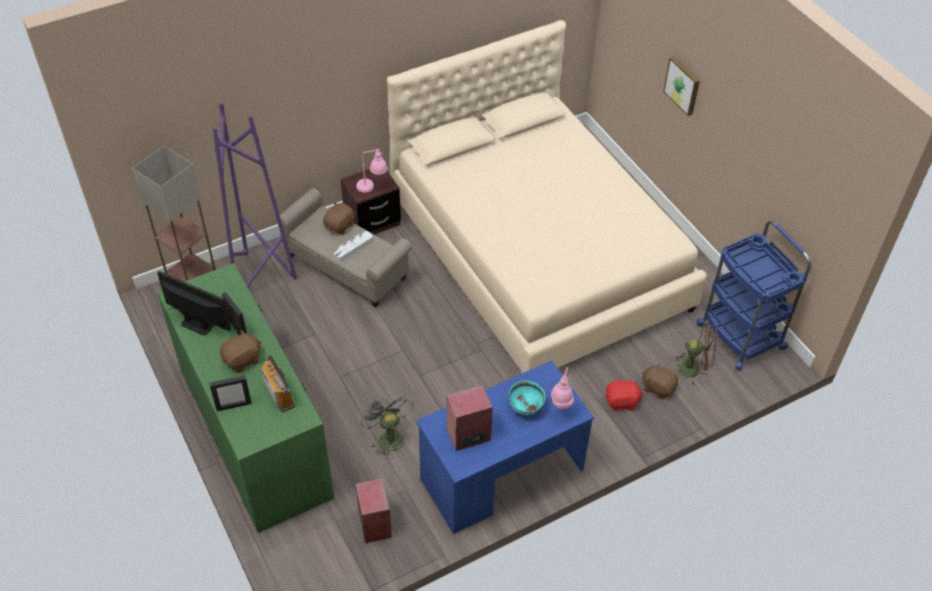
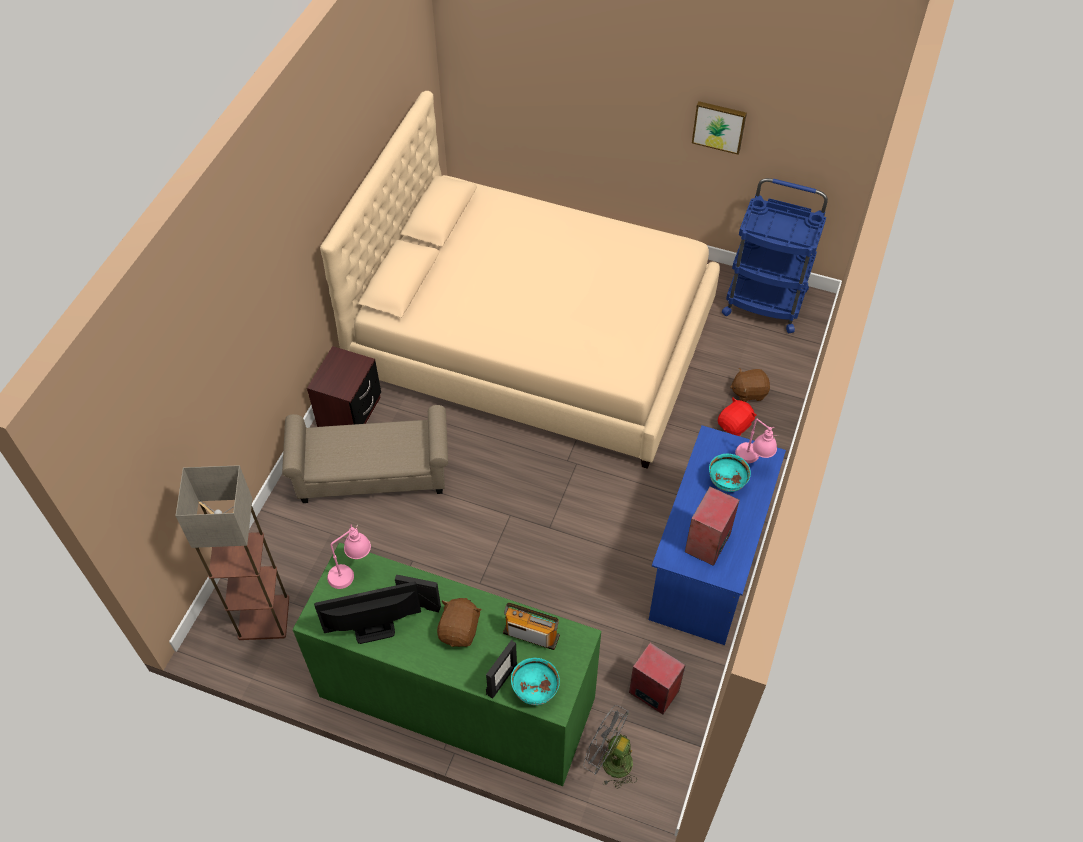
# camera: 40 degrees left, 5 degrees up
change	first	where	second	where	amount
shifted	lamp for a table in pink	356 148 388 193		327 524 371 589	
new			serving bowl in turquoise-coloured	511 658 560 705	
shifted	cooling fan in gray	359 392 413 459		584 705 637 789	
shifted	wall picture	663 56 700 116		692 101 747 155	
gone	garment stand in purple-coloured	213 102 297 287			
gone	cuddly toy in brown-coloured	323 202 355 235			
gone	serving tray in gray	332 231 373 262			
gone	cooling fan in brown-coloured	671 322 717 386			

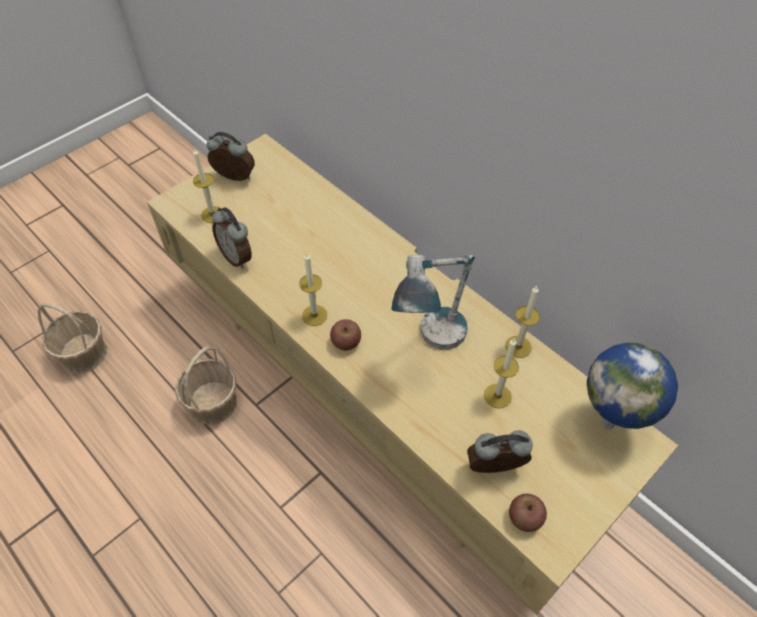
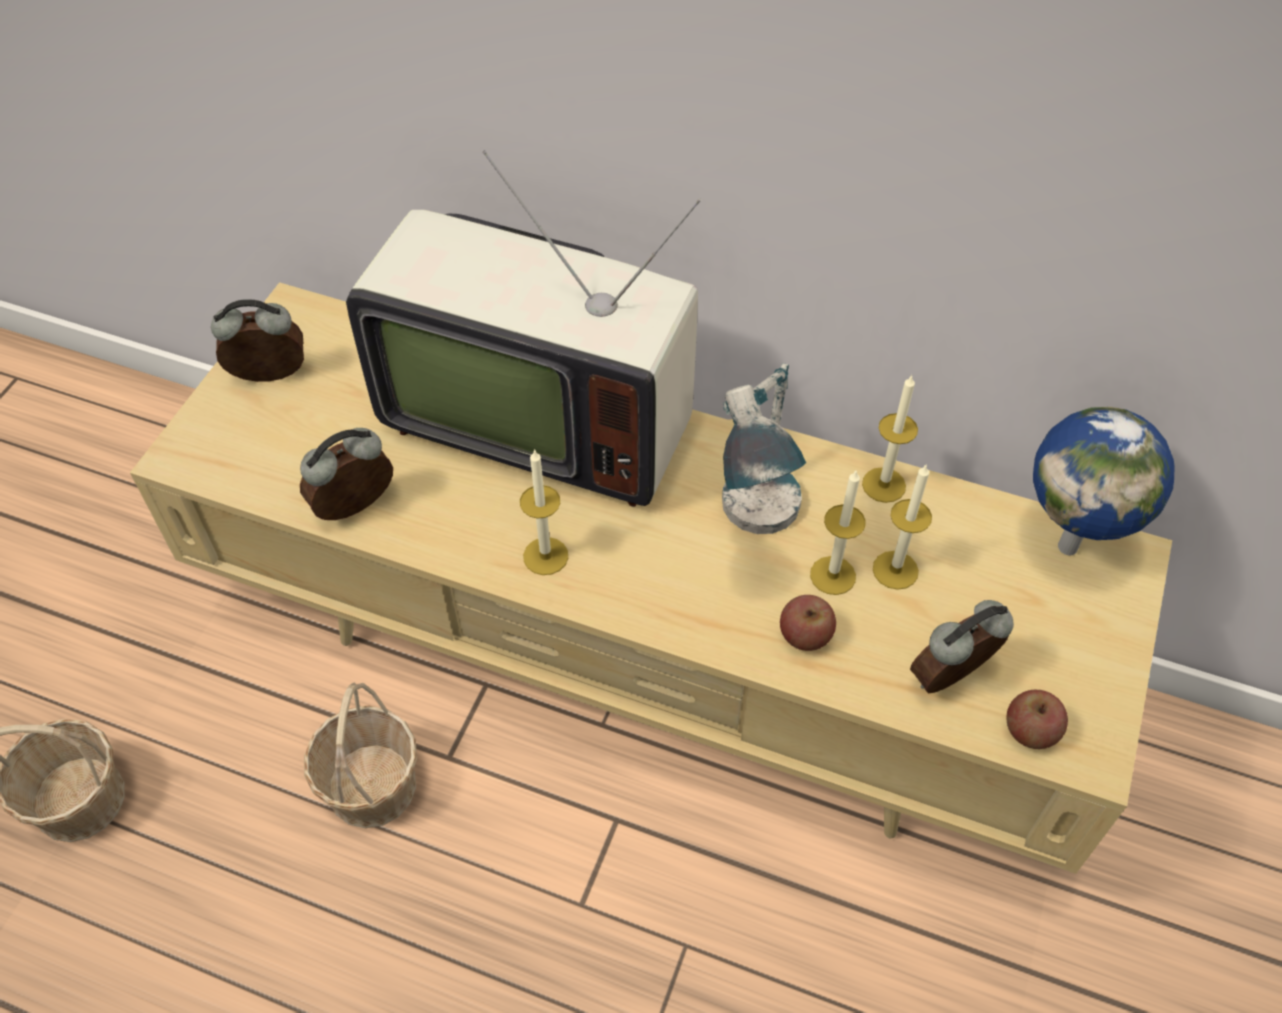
# camera: 25 degrees left, 0 degrees up
change	first	where	second	where	amount
rotated	bedside clock	212 207 252 269		300 428 393 520	120 degrees clockwise
new			TV set	346 150 701 507	
shifted	whole apple	330 319 361 350		780 595 836 651	
shifted	wax light	193 148 222 223		810 471 866 595	

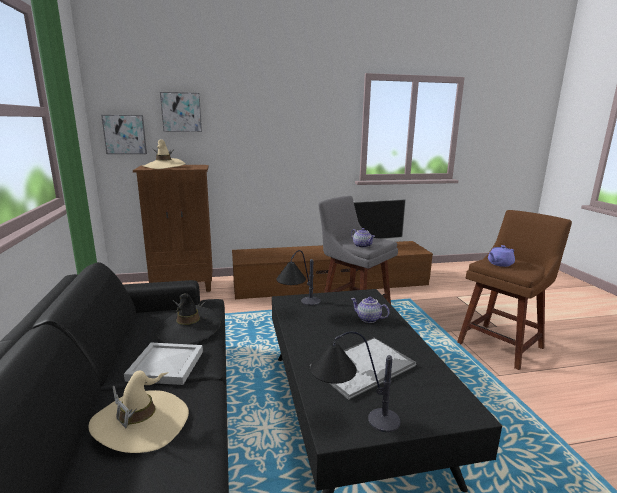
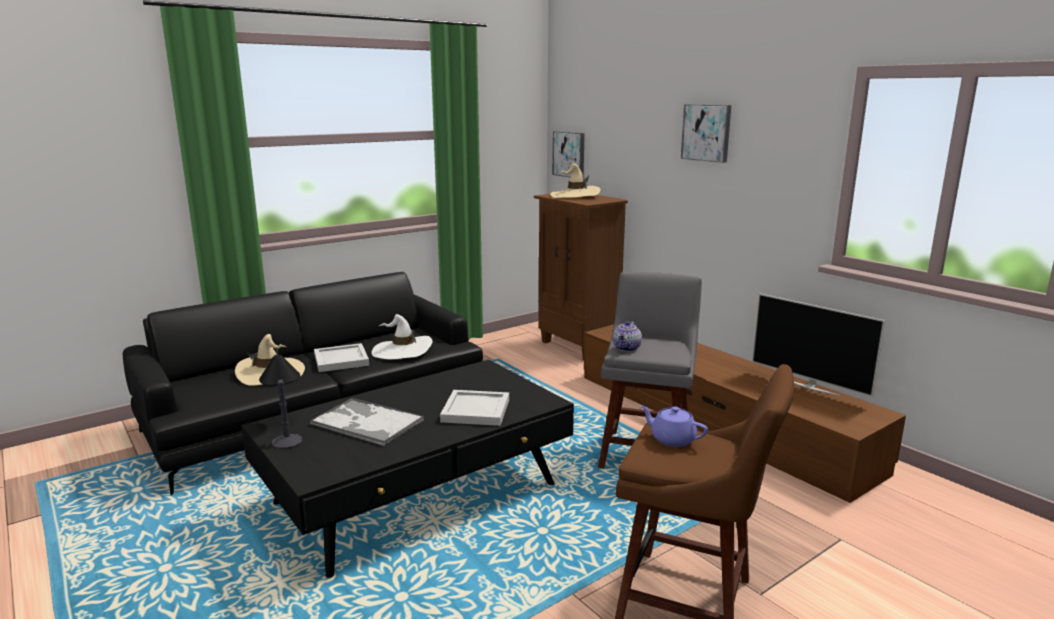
# camera: 65 degrees right, 0 degrees up
change	first	where	second	where	amount
repainted	clothing hat in black-coloured	155 293 221 344	clothing hat in whitish	372 314 433 359	
swapped	pot for tea	351 297 390 323	serving tray in whitish	440 390 509 426	
shifted	wall picture	160 92 202 132		681 104 731 163	
gone	lamp for a table	277 250 321 306			

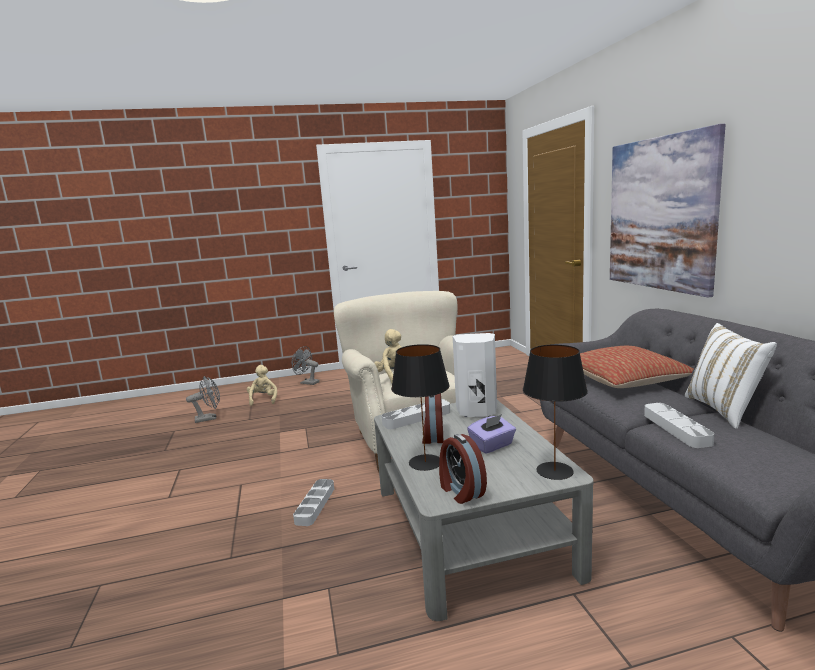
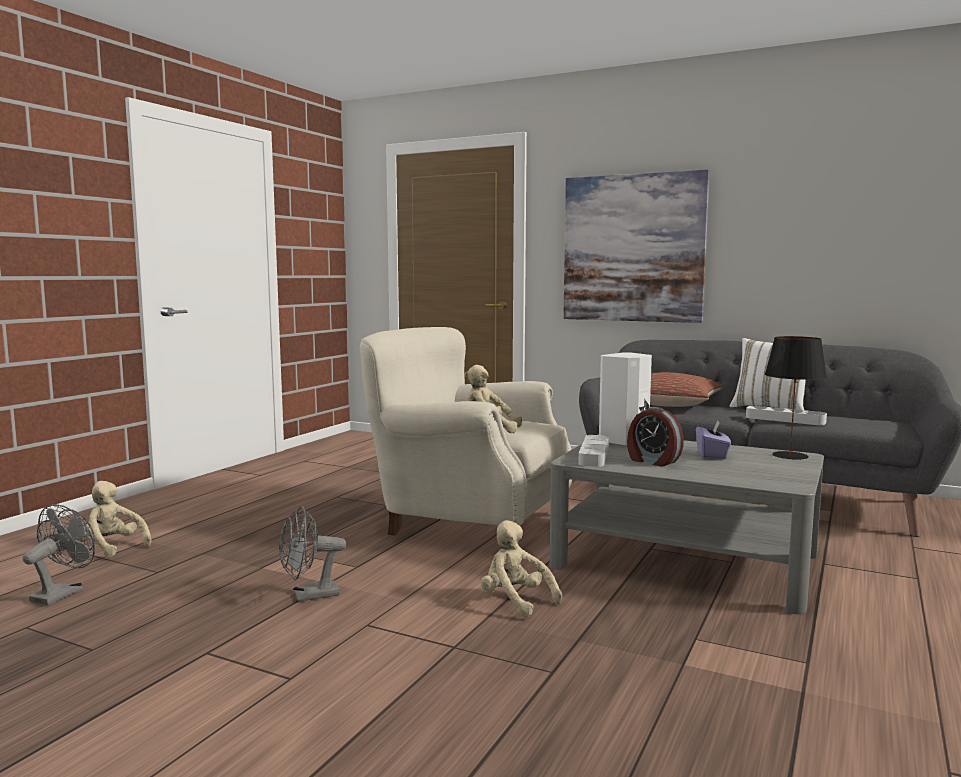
# camera: 50 degrees left, 5 degrees down
change	first	where	second	where	amount
shifted	cooling fan in gray	292 346 320 385		279 506 346 602	
swapped	serving tray in gray	293 479 334 526	cuddly toy in beige-coloured	481 520 562 618	
gone	lamp for a table in black-coloured	391 344 450 471			
gone	bedside clock	439 434 487 504			

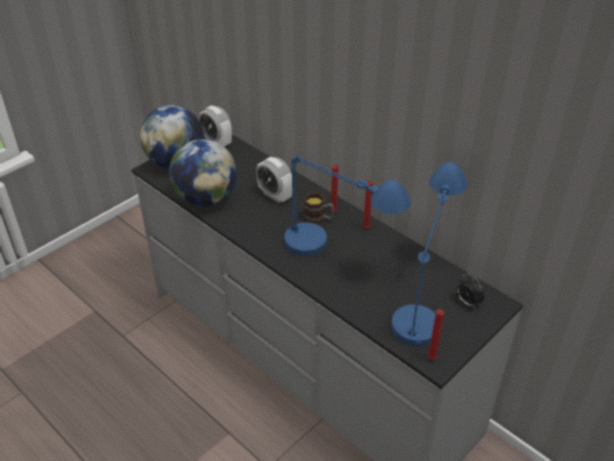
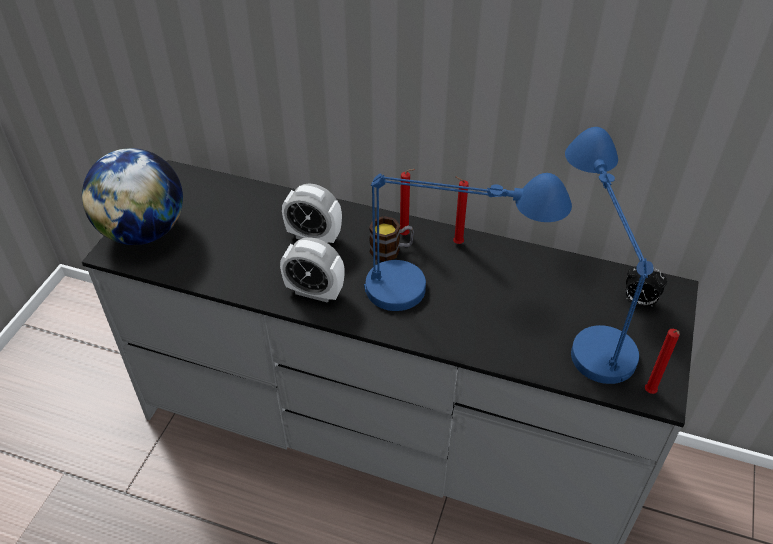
# camera: 25 degrees left, 5 degrees up
change	first	where	second	where	amount
shifted	bedside clock	199 106 232 146		280 237 345 303	
gone	globe	169 139 237 207			

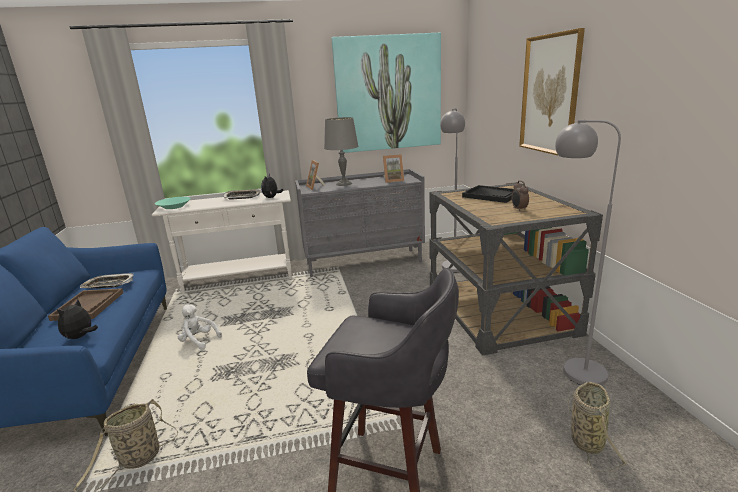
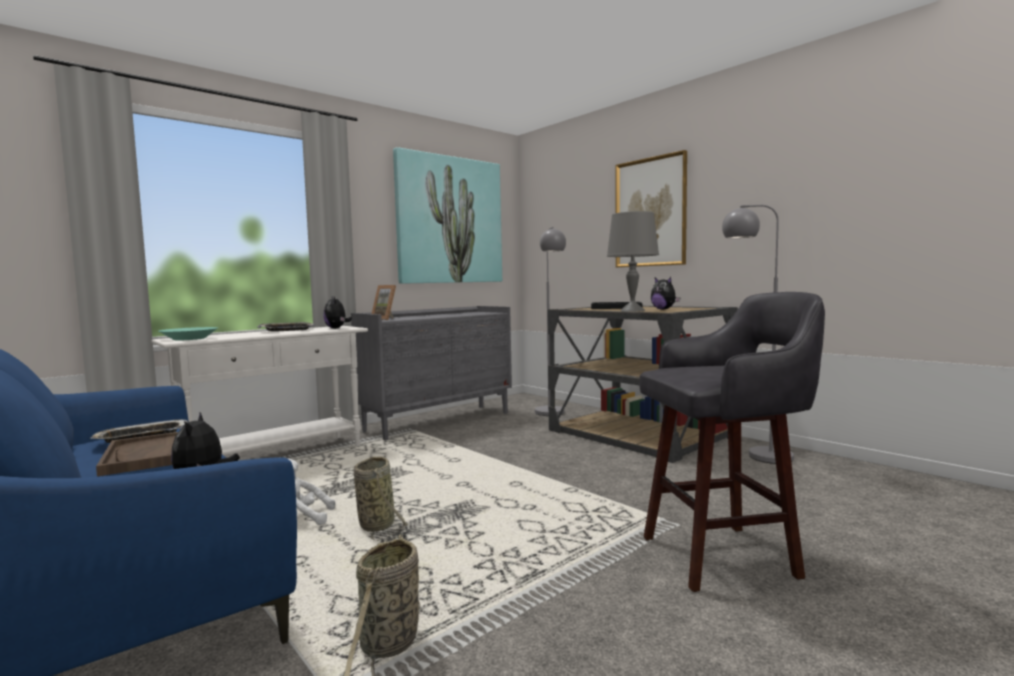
# camera: 30 degrees left, 15 degrees down
change	first	where	second	where	amount
shifted	household basket	568 382 627 472		354 456 408 541	
shifted	lamp for a table in gray	324 117 359 186		607 211 659 312	
swapped	bedside clock	512 180 529 211	cuddly toy	651 277 680 310	
gone	standing frame	383 154 404 183			

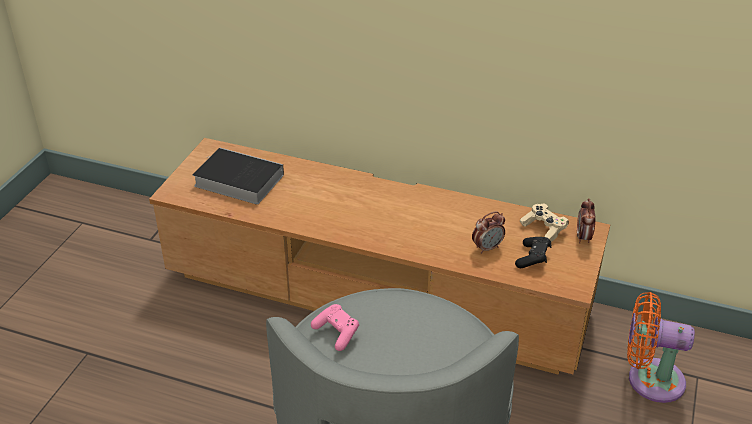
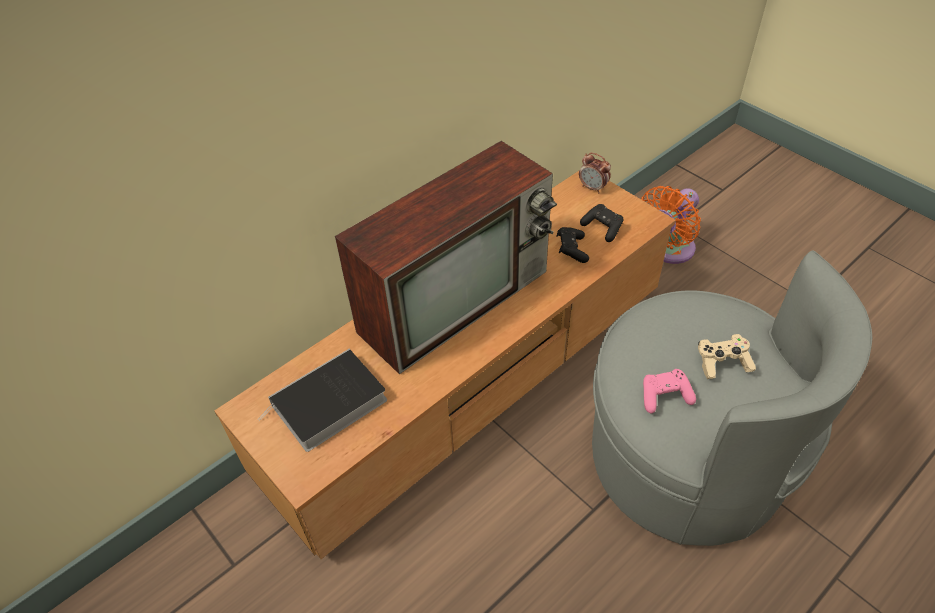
# camera: 60 degrees left, 10 degrees up
change	first	where	second	where	amount
new			TV set	335 141 557 374	
swapped	bedside clock	472 211 505 254	game controller in black-coloured	556 227 589 263	
shifted	game controller in beige-coloured	520 203 569 242		698 334 756 379	

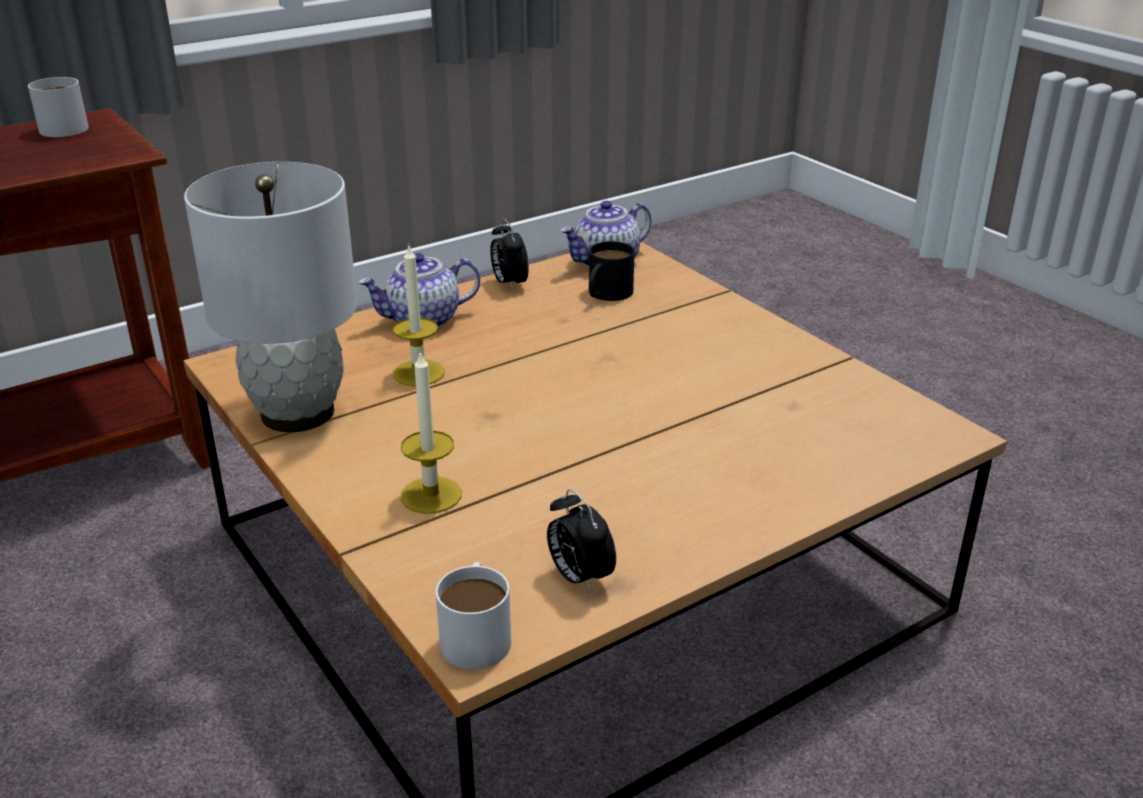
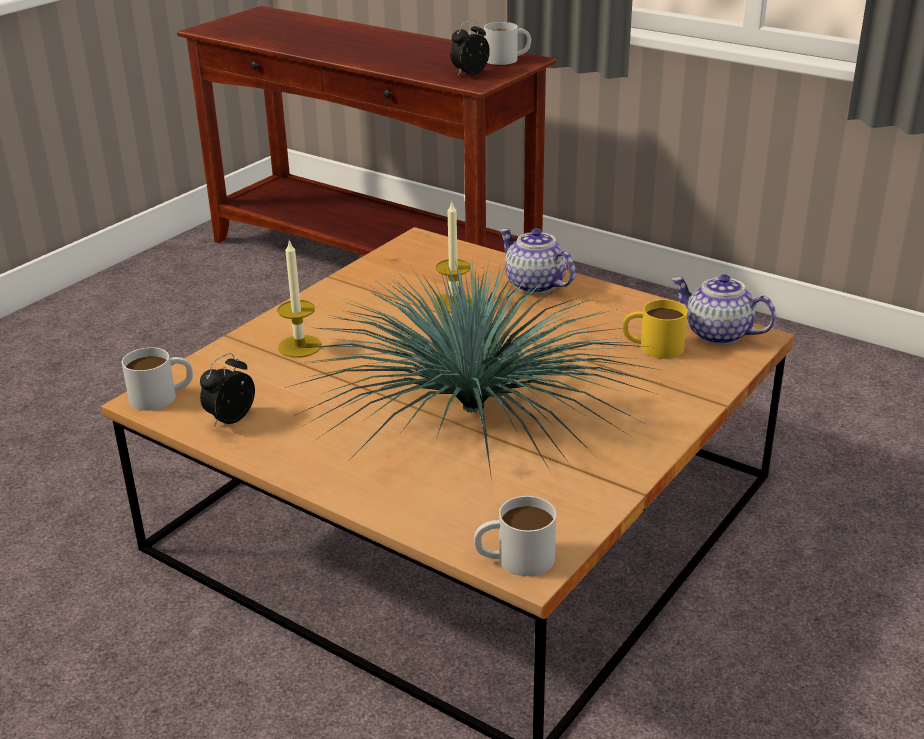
# camera: 70 degrees right, 0 degrees up
change	first	where	second	where	amount
new			potted plant	285 258 659 480	
shifted	bedside clock	490 218 529 291		450 20 490 76	
new			mug in whitish	474 496 556 576	
repainted	mug in black-coloured	589 241 635 301	mug in yellowish	623 299 688 359	
gone	lamp for a table in whitish	184 162 357 432			

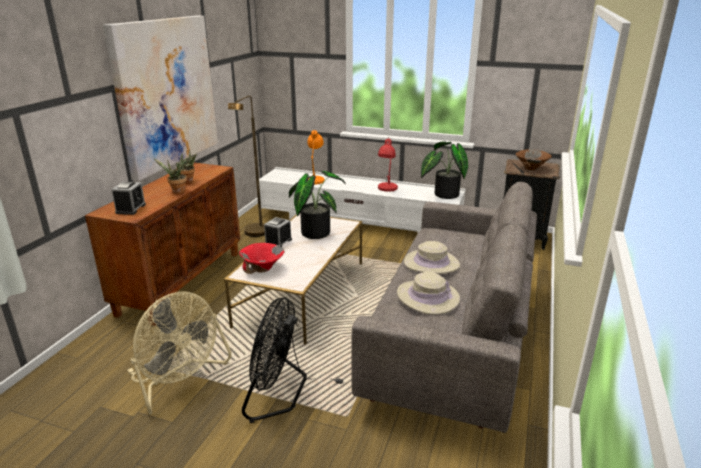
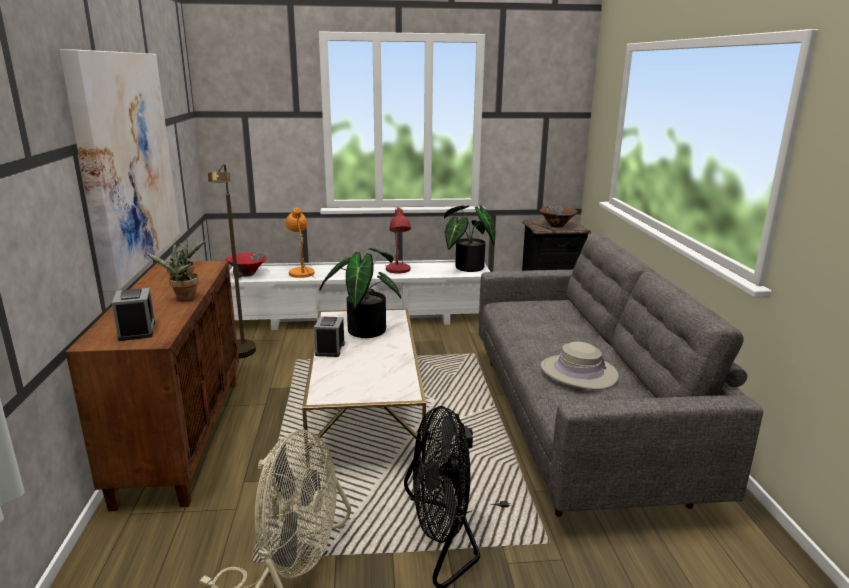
# camera: 25 degrees left, 5 degrees down
change	first	where	second	where	amount
shifted	serving bowl in red	239 243 284 274		225 253 267 278	
gone	clothing hat in beige-coloured	404 241 460 274			

